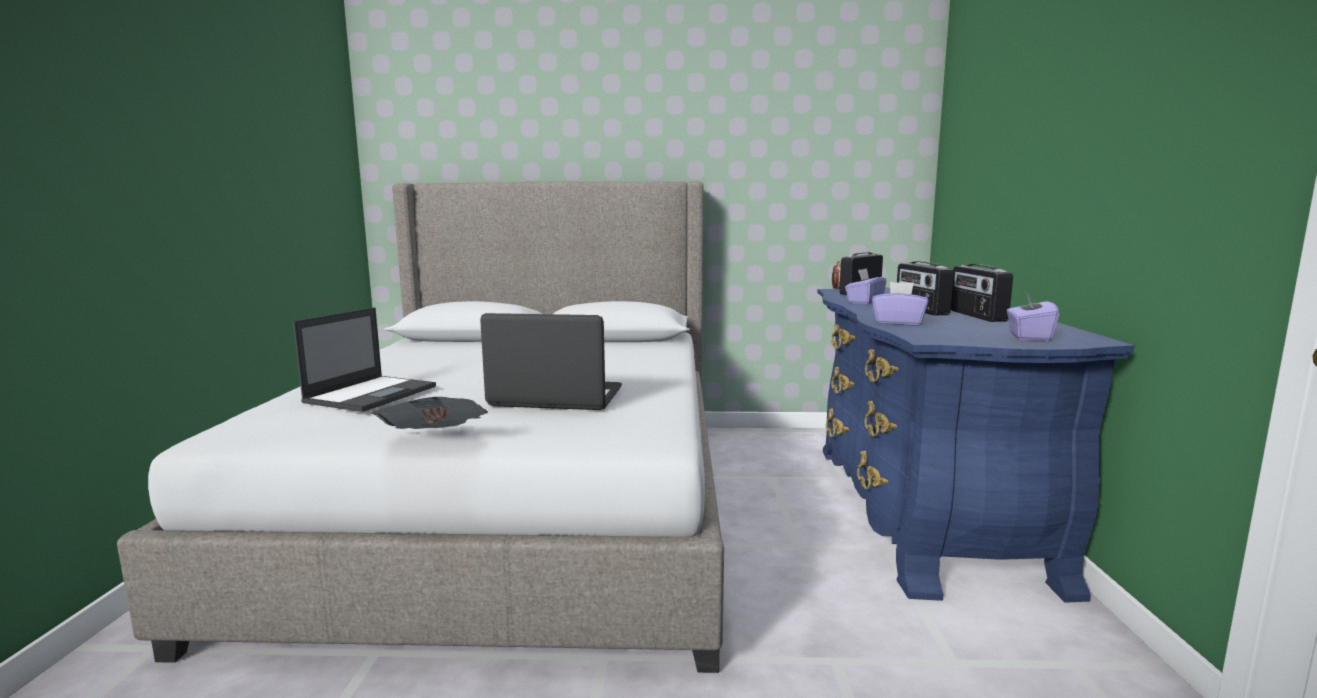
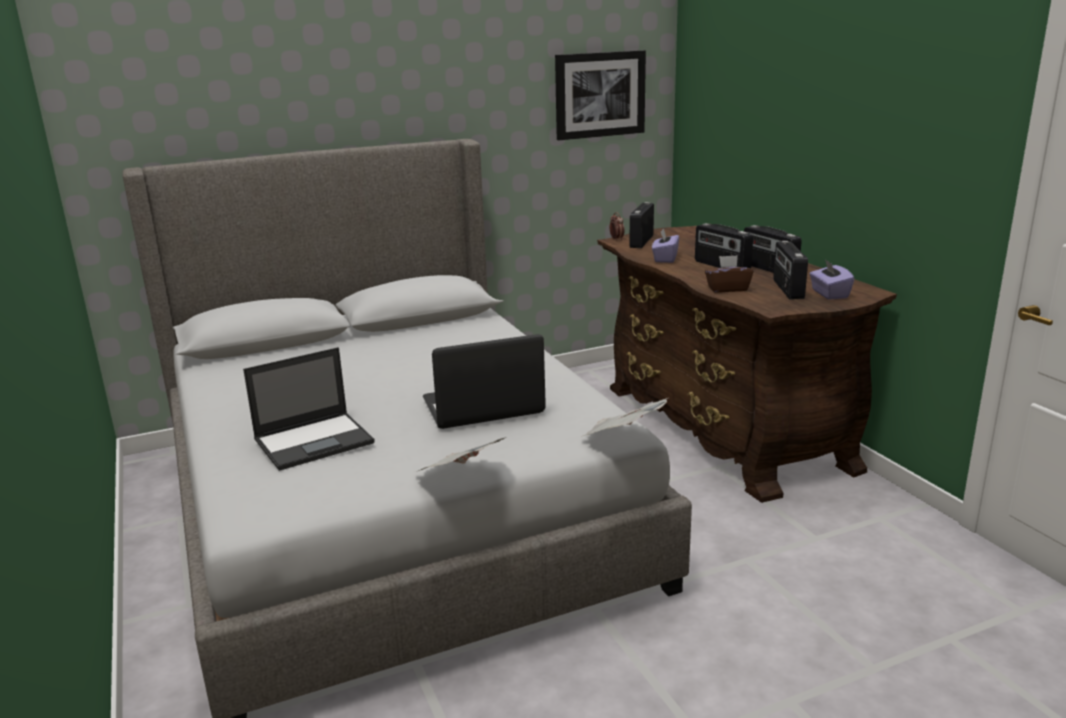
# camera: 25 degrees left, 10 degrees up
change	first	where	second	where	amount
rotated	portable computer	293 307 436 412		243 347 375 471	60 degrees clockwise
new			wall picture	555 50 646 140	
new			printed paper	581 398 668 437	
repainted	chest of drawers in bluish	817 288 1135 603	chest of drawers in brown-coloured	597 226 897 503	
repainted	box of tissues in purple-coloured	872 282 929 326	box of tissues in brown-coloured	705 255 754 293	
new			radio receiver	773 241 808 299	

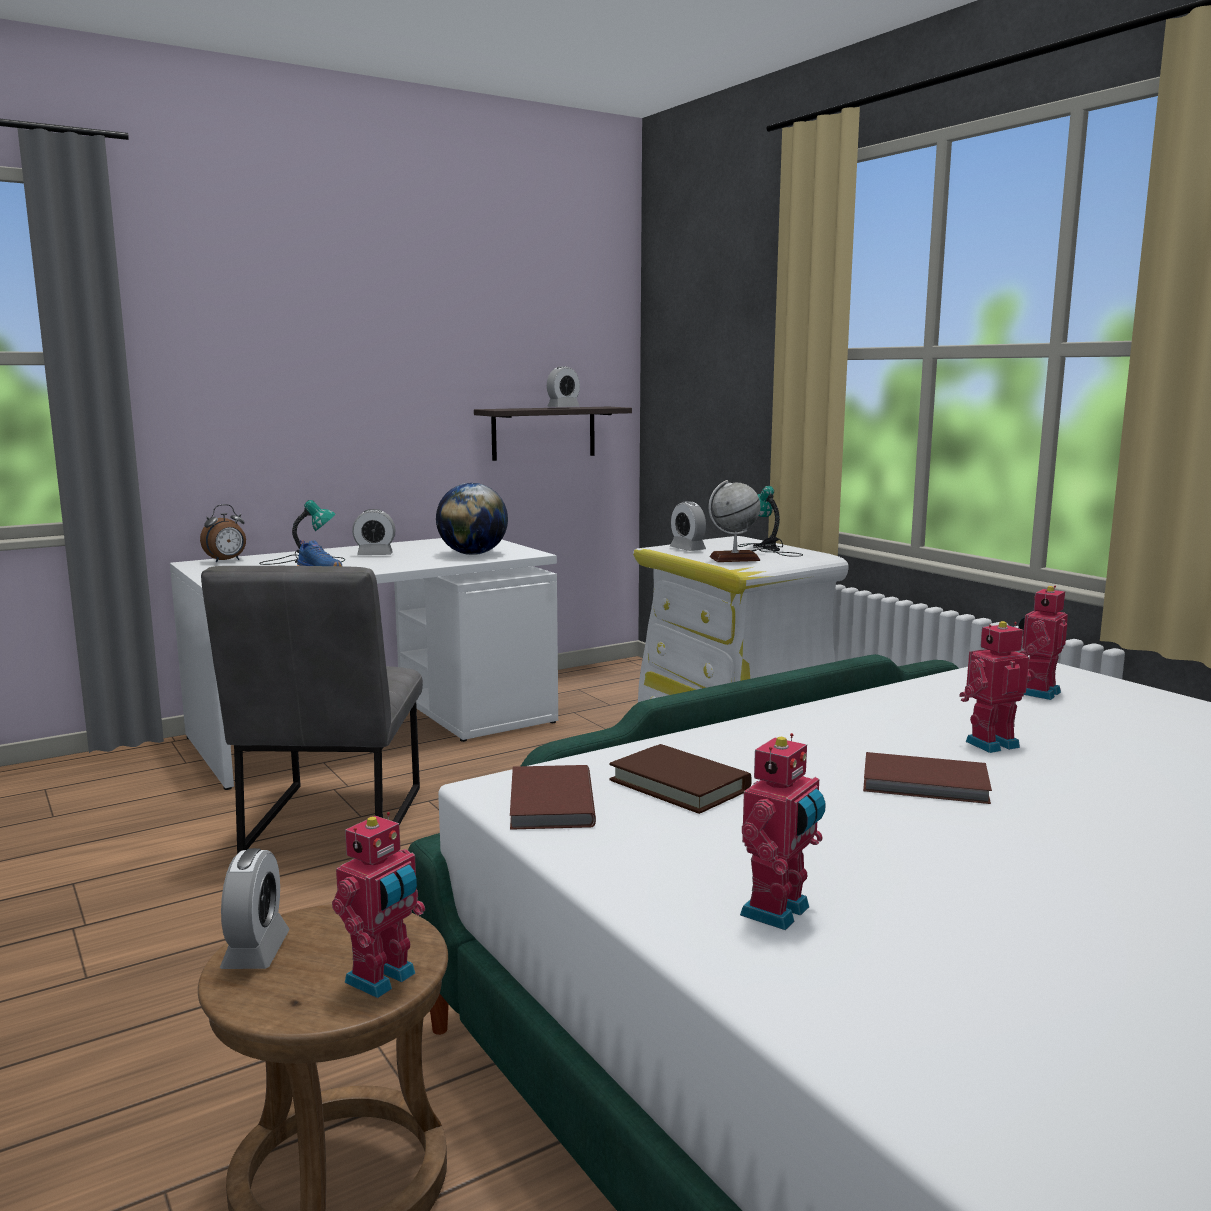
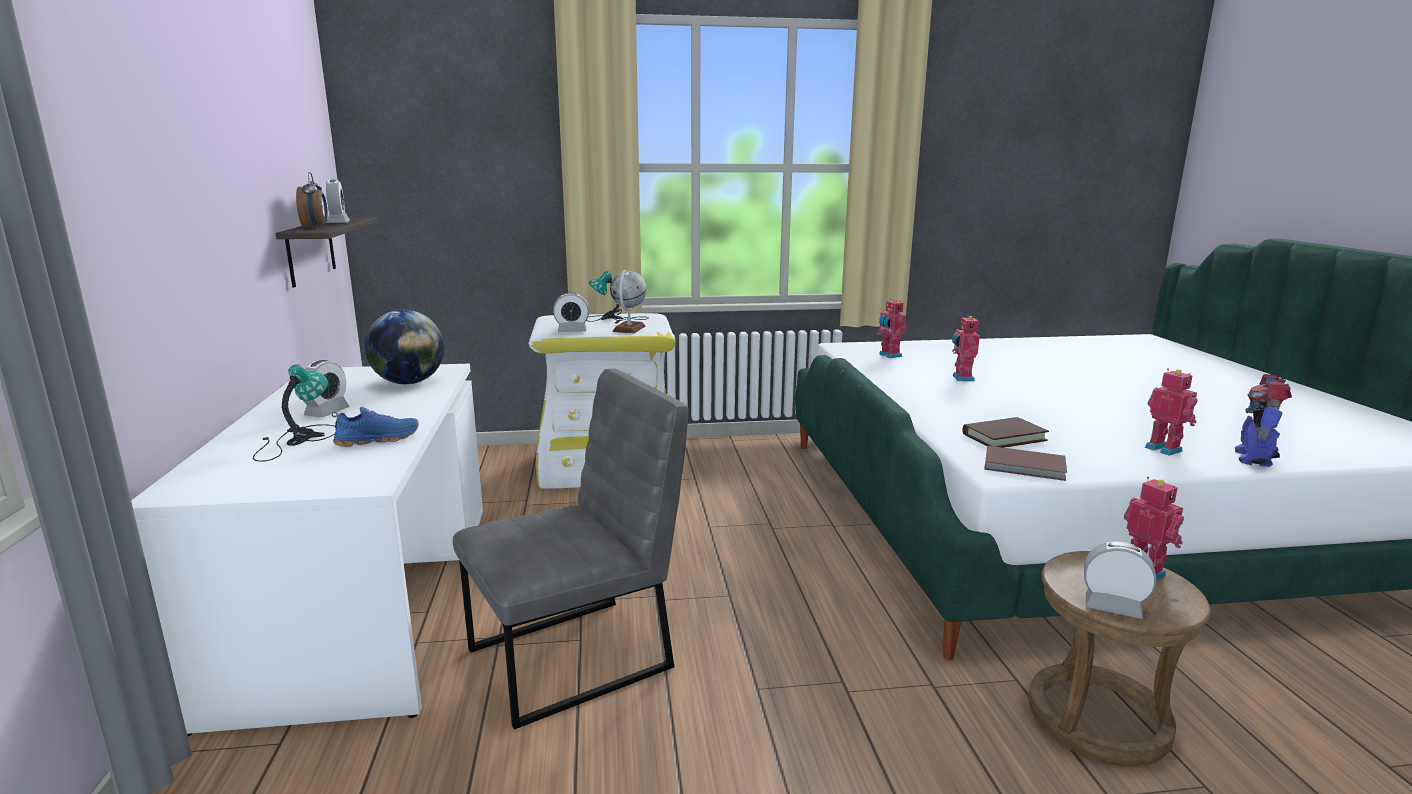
# camera: 65 degrees left, 5 degrees up
change	first	where	second	where	amount
shifted	bedside clock	200 504 246 562		296 172 328 228	
rotated	plain chair in gray	201 566 423 854		453 369 689 730	60 degrees counterclockwise
new			robot figure	1235 374 1292 467	
gone	volume in brown-coloured	863 752 992 804			

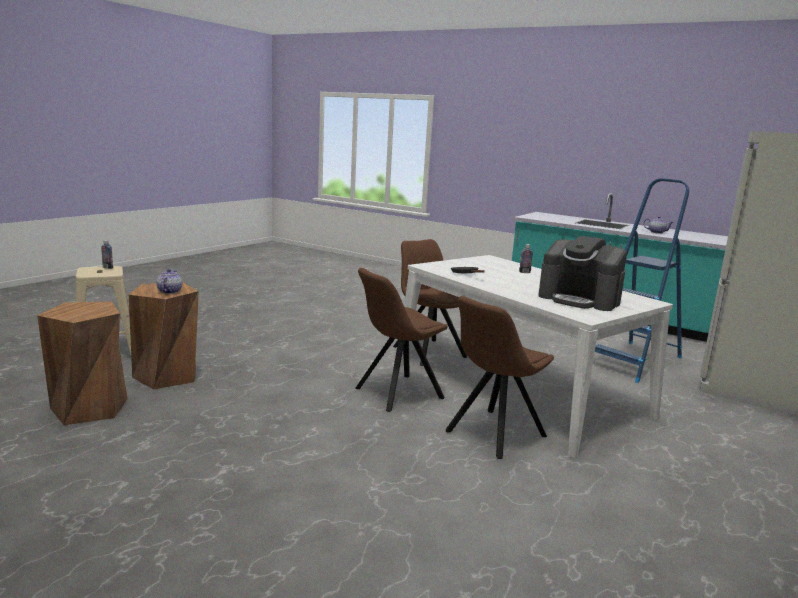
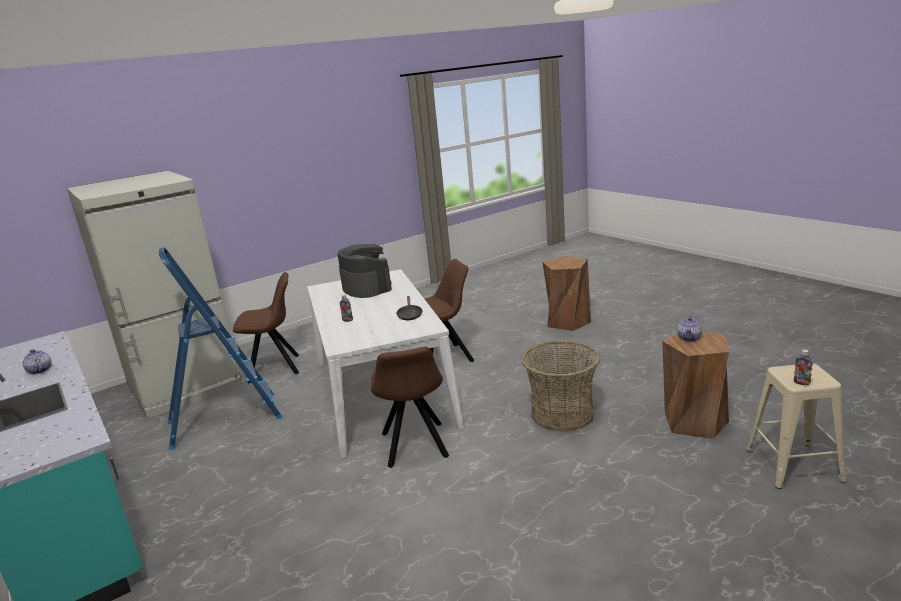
# camera: 155 degrees left, 5 degrees up
change	first	where	second	where	amount
shifted	plain chair in brown-coloured	355 268 448 412		233 272 299 383	
new			household basket	521 340 601 432	
shifted	sitting stool in brown-coloured	37 301 128 425		542 256 591 331	

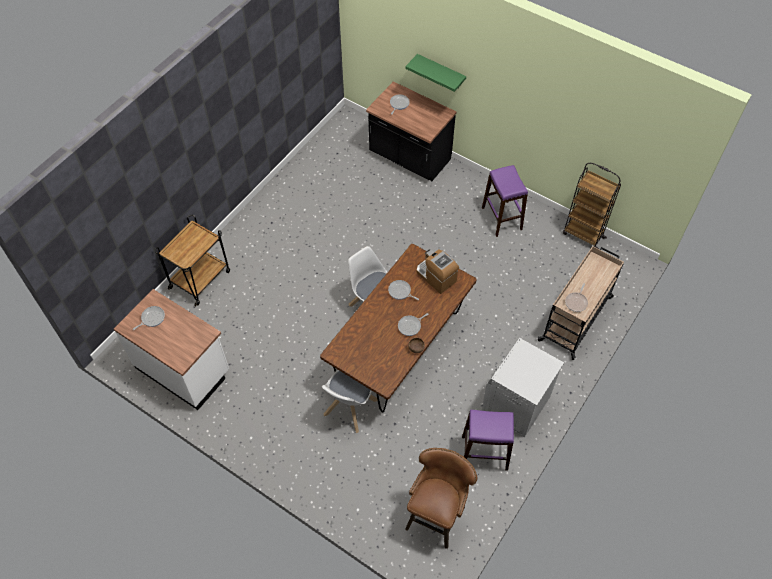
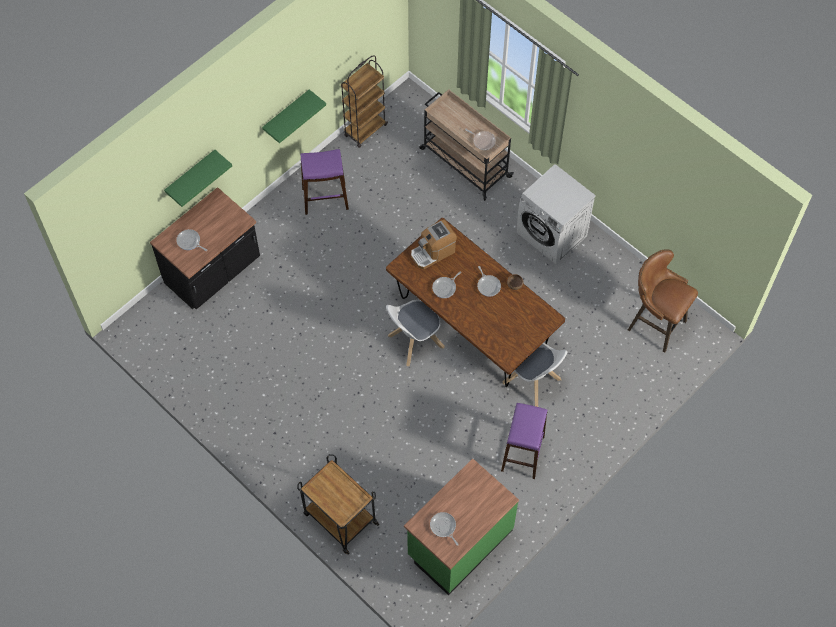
# camera: 80 degrees left, 5 degrees up
change	first	where	second	where	amount
new			wall shelf in green	262 89 326 143	
repainted	kitchen counter in whitish	114 289 229 410	kitchen counter in green	404 459 519 595	
shifted	sitting stool in purple-coloured	462 410 514 471		501 403 547 479	

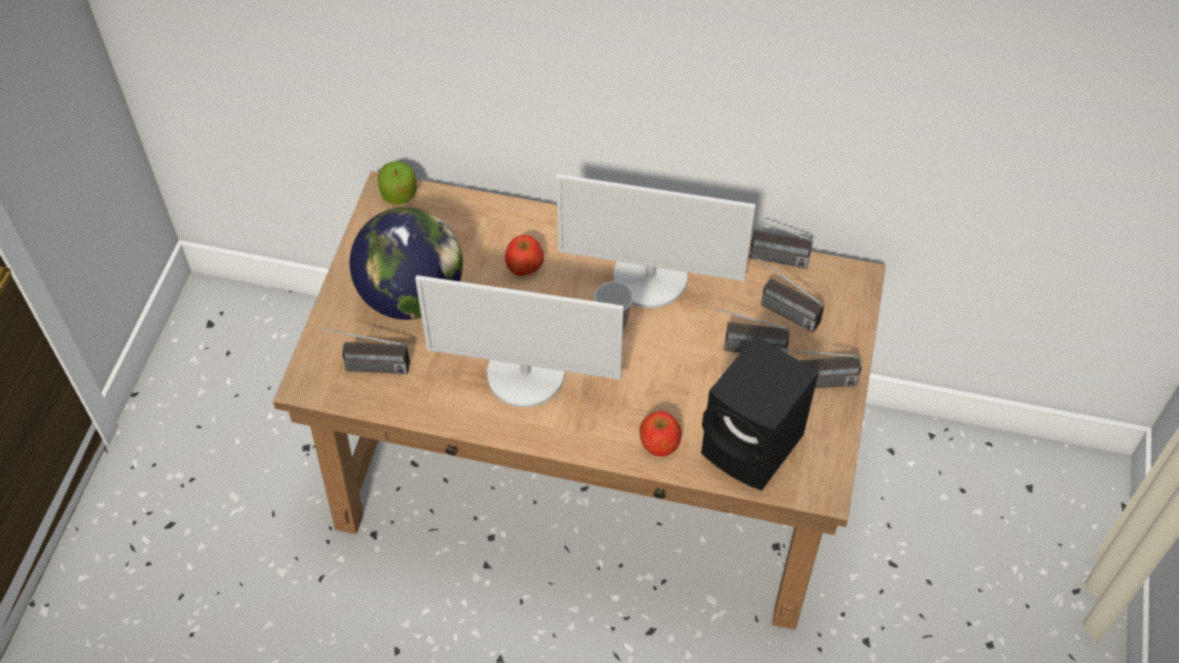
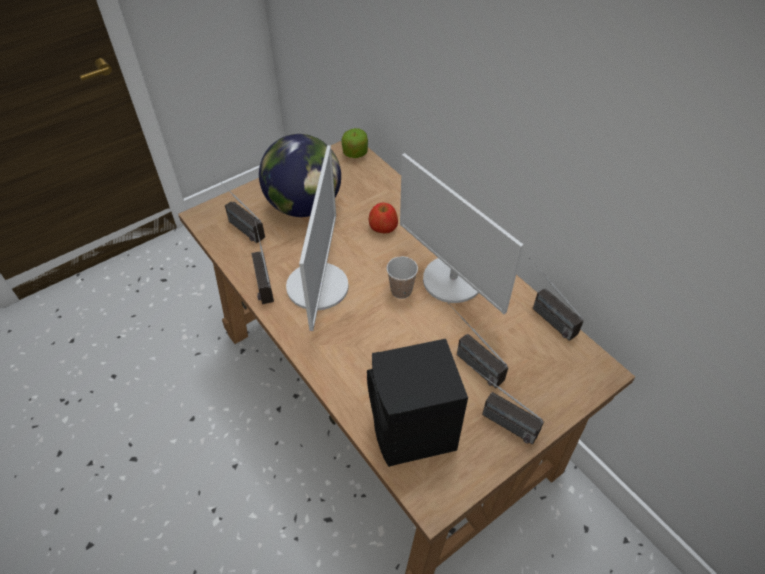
# camera: 40 degrees right, 5 degrees down
change	first	where	second	where	amount
shifted	radio receiver	749 252 824 332		251 221 274 304	
rotated	computer screen	415 275 624 408		286 145 349 331	135 degrees counterclockwise
gone	whole apple	639 411 682 457			

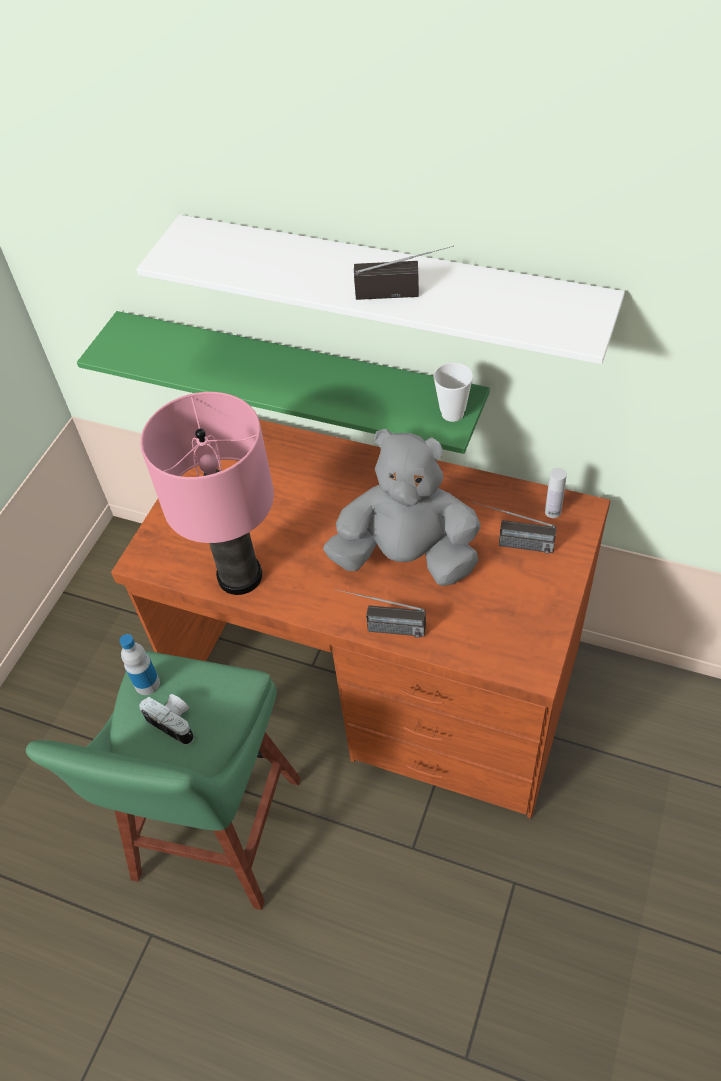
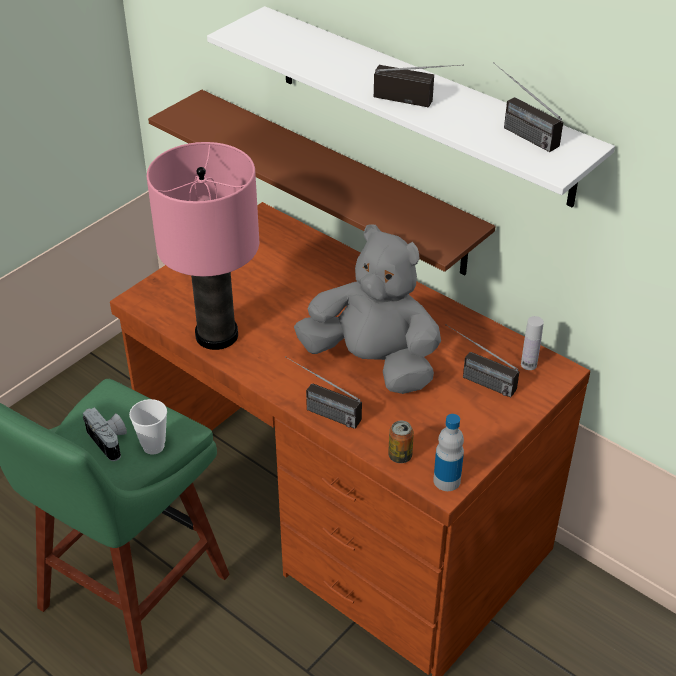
# camera: 15 degrees right, 10 degrees down
change	first	where	second	where	amount
shifted	cup	433 362 473 422		129 399 167 455	
repainted	wall shelf in green	77 311 490 454	wall shelf in brown-coloured	148 90 496 276	
new			metal can	388 421 414 463	
shifted	drink bottle	119 634 160 695		433 414 464 491	
new			radio receiver	493 63 563 152	

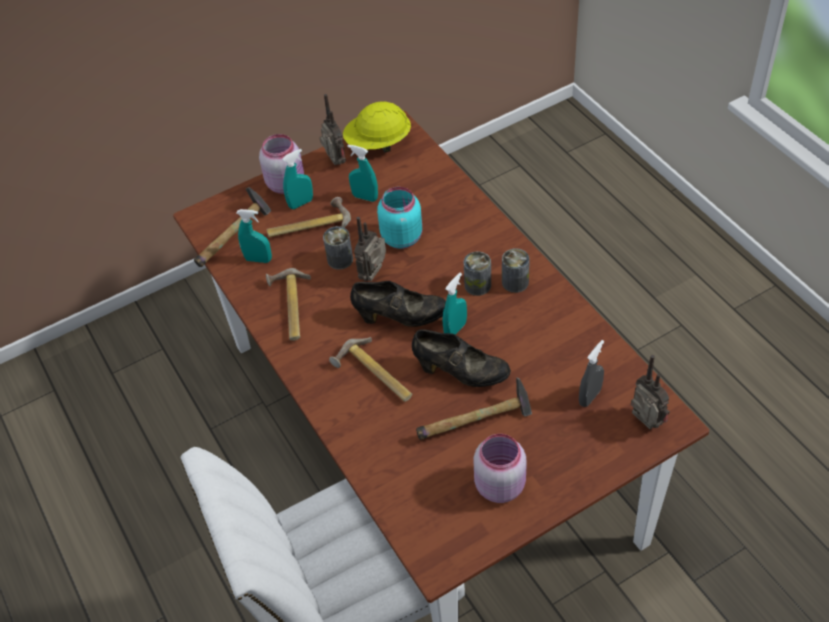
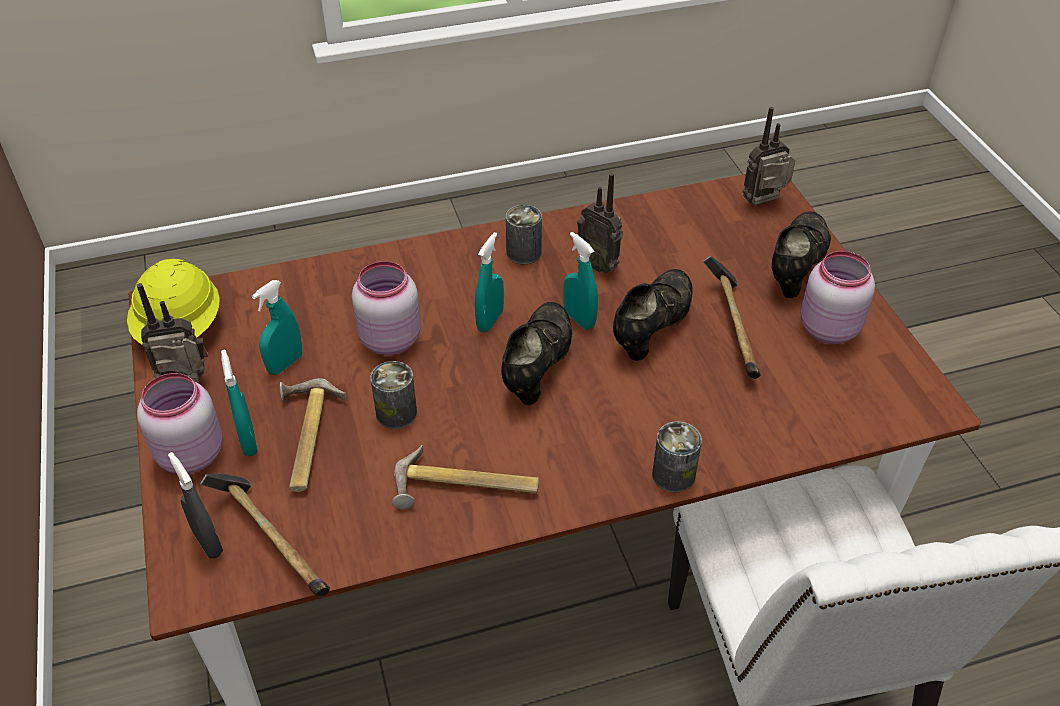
# camera: 80 degrees left, 5 degrees down
change	first	where	second	where	amount
shifted	hand sprayer in gray	579 340 604 407		168 452 223 558	
repainted	storage jar in turquoise-coloured	377 187 422 249	storage jar in pink	352 261 421 355	
shifted	hand sprayer in turquoise-coloured	237 209 272 263		475 232 504 333	
shifted	radio receiver	354 217 386 281		577 173 623 273	
shifted	metal can	464 251 491 296		652 421 702 492	
new			low shoe in black-coloured	772 211 831 298	
gone	tool hammer	329 337 412 402			

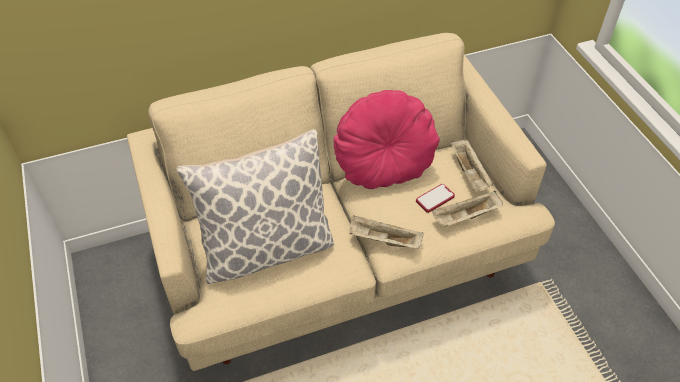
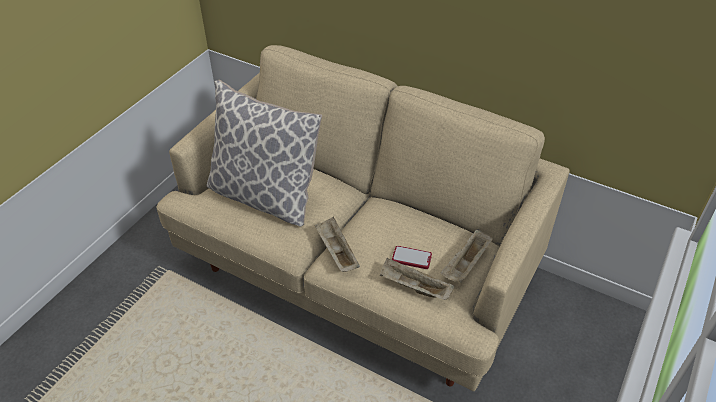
# camera: 50 degrees right, 5 degrees down
change	first	where	second	where	amount
gone	throw pillow in pink	333 90 440 189			

